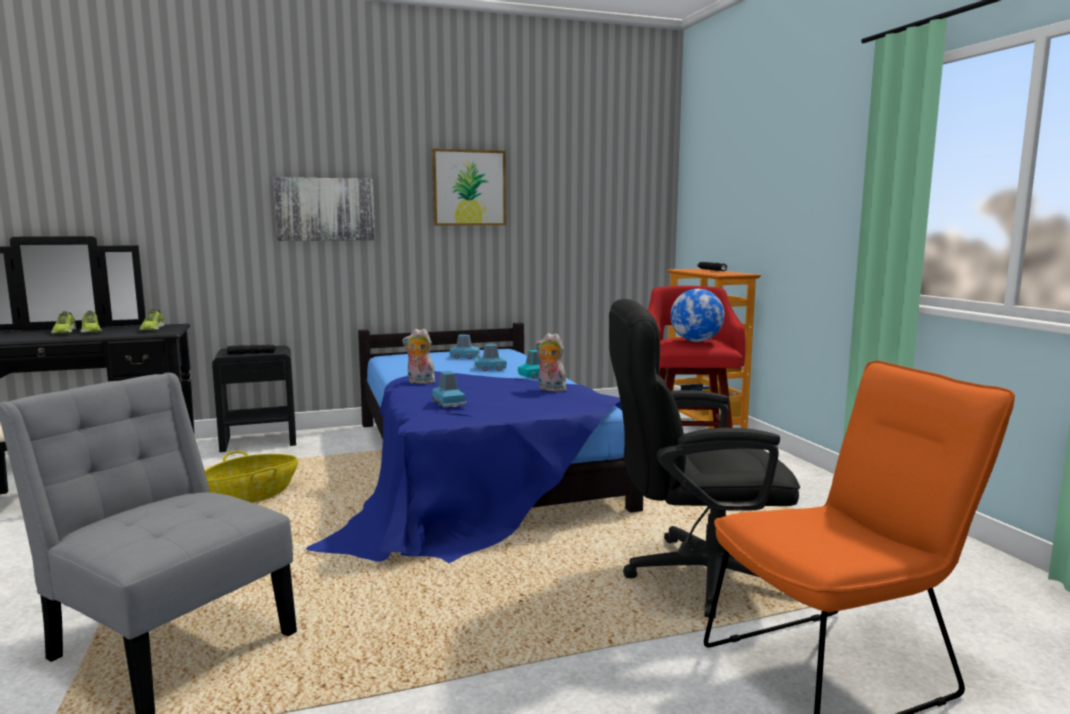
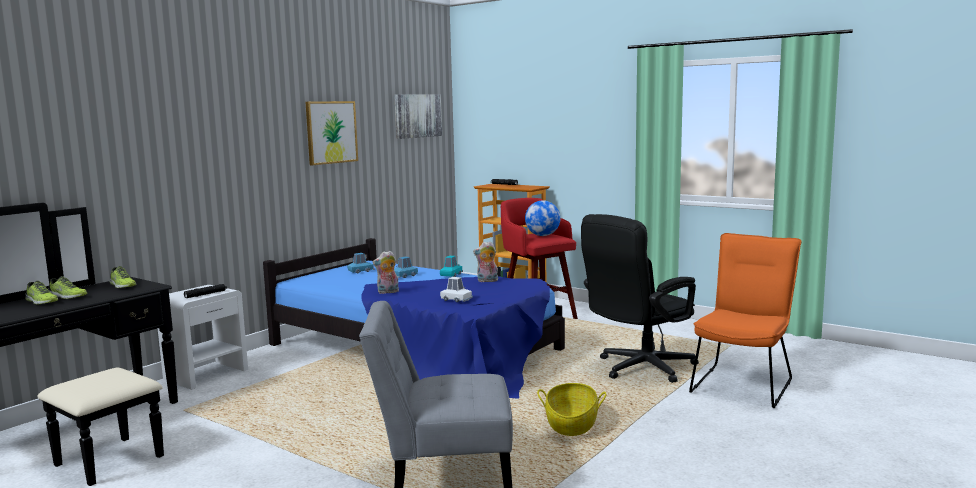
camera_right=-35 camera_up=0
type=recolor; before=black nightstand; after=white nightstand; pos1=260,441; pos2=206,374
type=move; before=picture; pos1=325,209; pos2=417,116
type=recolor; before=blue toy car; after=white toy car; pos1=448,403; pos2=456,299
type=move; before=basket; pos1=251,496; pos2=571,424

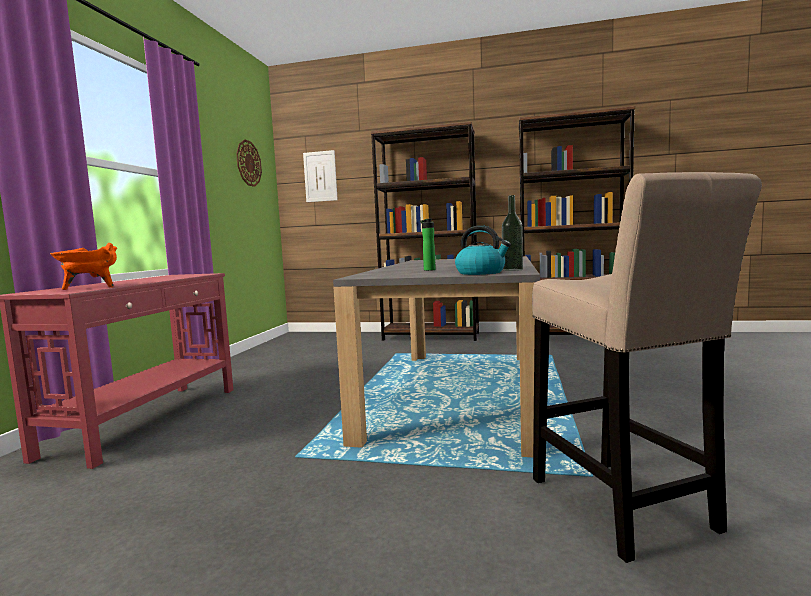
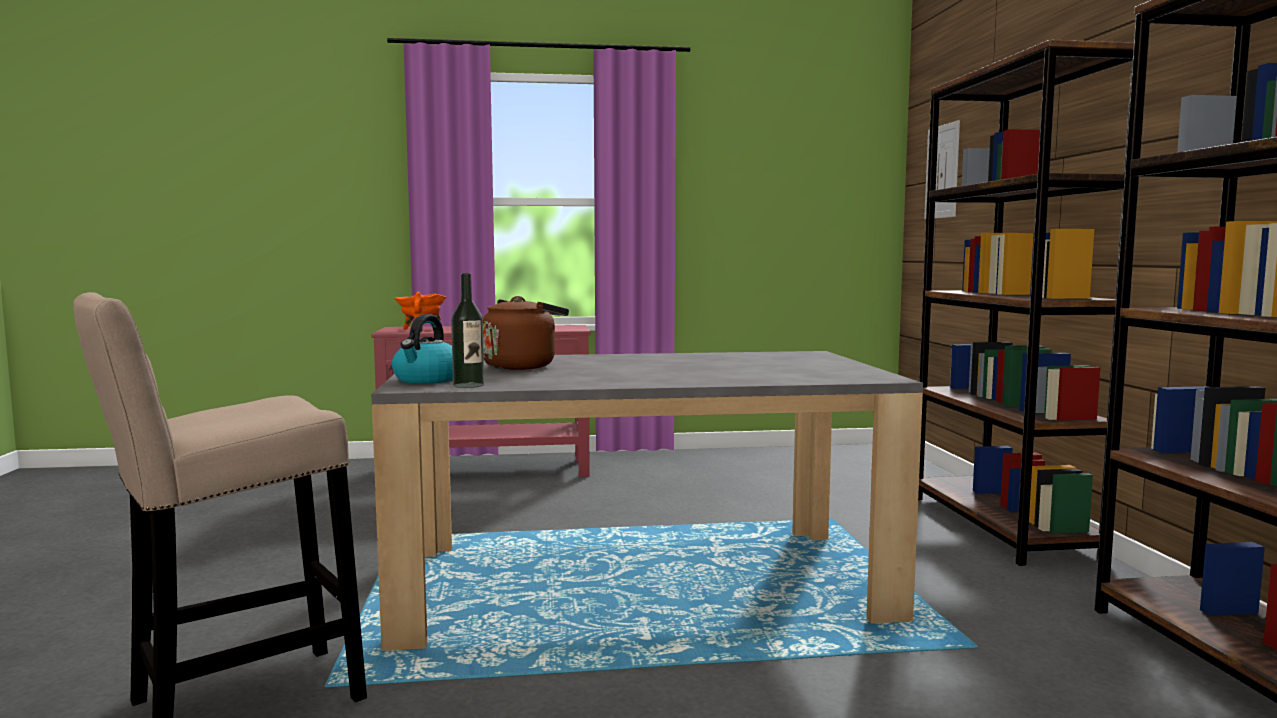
camera_right=70 camera_up=0
type=replace; before=bottle; after=brown kettle; pos1=428,270; pos2=522,366
type=delete; before=wall clock; pos1=248,163

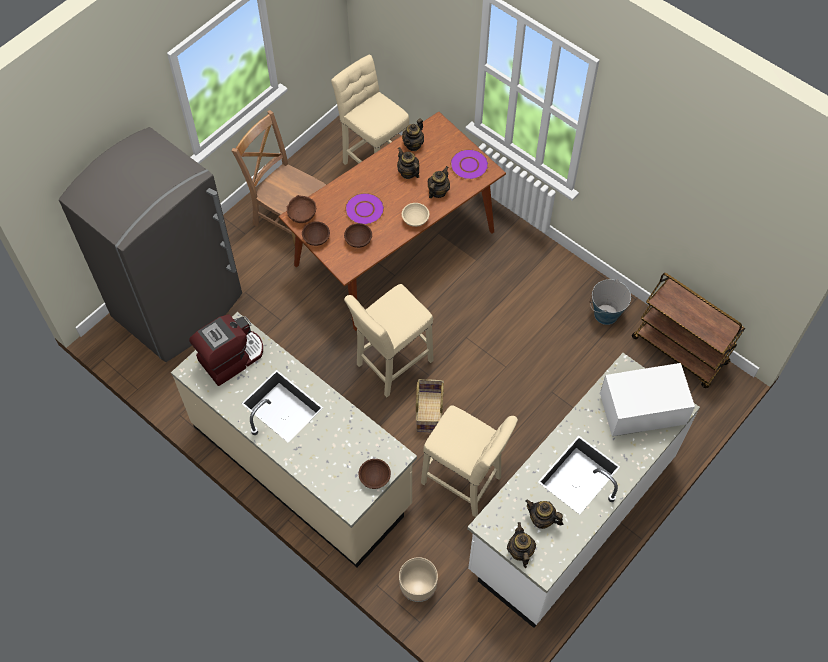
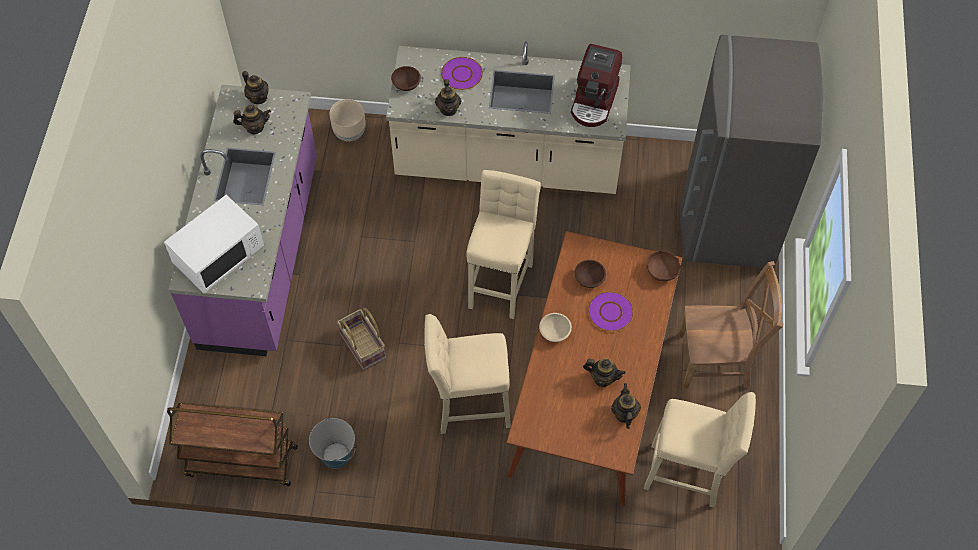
camera_right=145 camera_up=0
type=recolor; before=white counter; after=purple counter; pos1=571,513; pos2=262,253
type=move; before=basket; pos1=428,412; pos2=364,346
type=move; before=beige stool; pos1=464,483; pos2=469,407
type=move; before=teapot; pos1=438,192; pos2=448,109
type=move; before=purple plate; pos1=469,165; pos2=461,74
type=delete; before=brown bowl; pos1=316,238

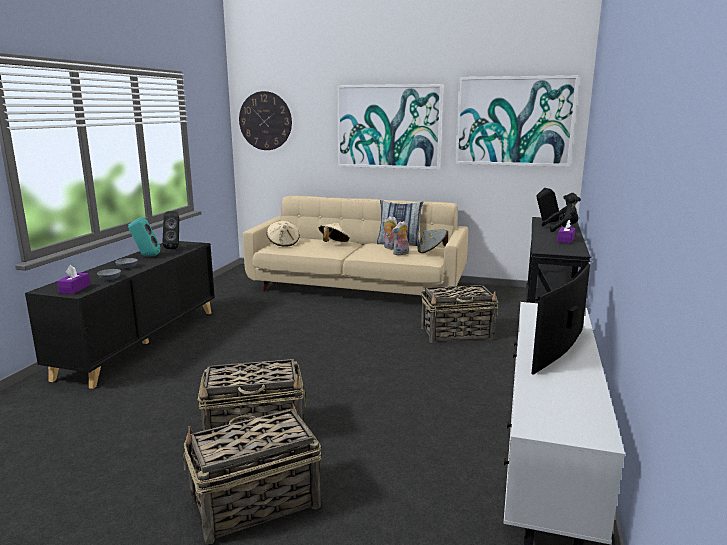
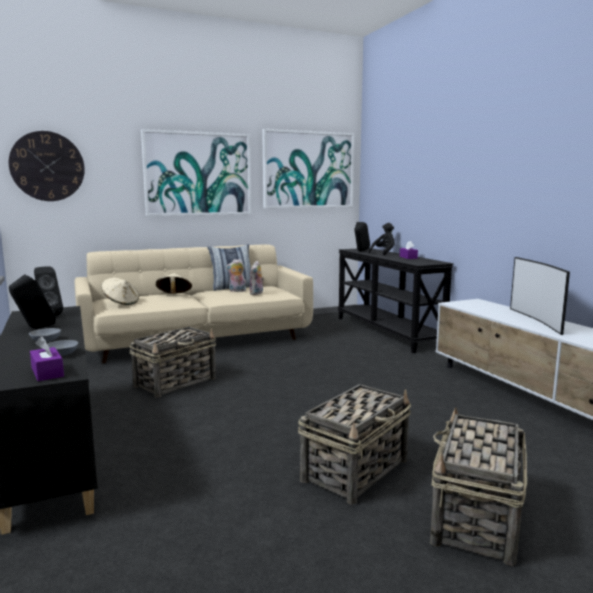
camera_right=-40 camera_up=-5
type=recolor; before=turquoise speaker; after=black speaker; pos1=146,256; pos2=34,328
type=move; before=basket; pos1=457,333; pos2=176,382
type=delete; before=grey hat; pos1=431,251

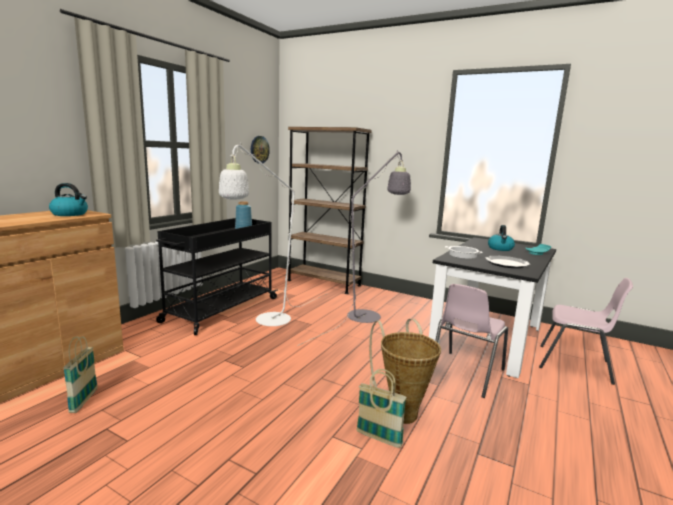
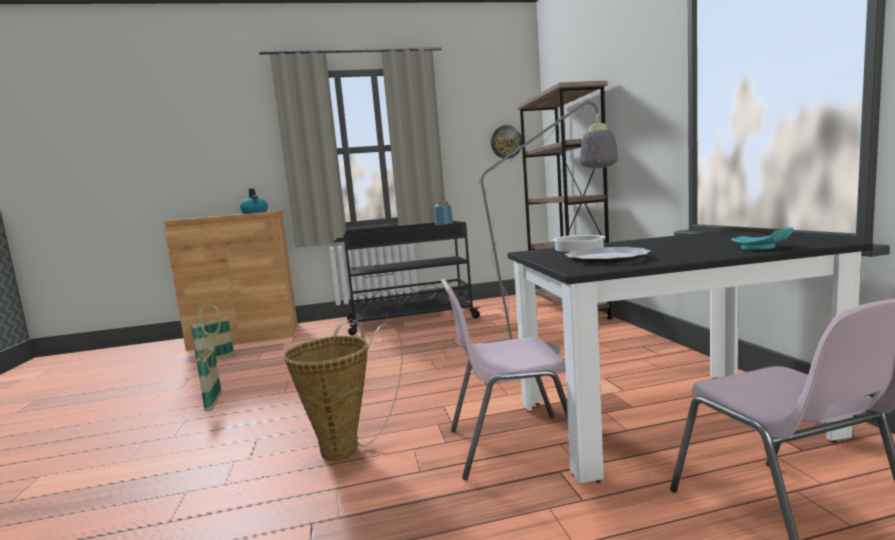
camera_right=50 camera_up=-5
type=move; before=basket; pos1=378,438; pos2=213,402
type=delete; before=white floor lamp; pos1=267,322
type=delete; before=kettle; pos1=500,248

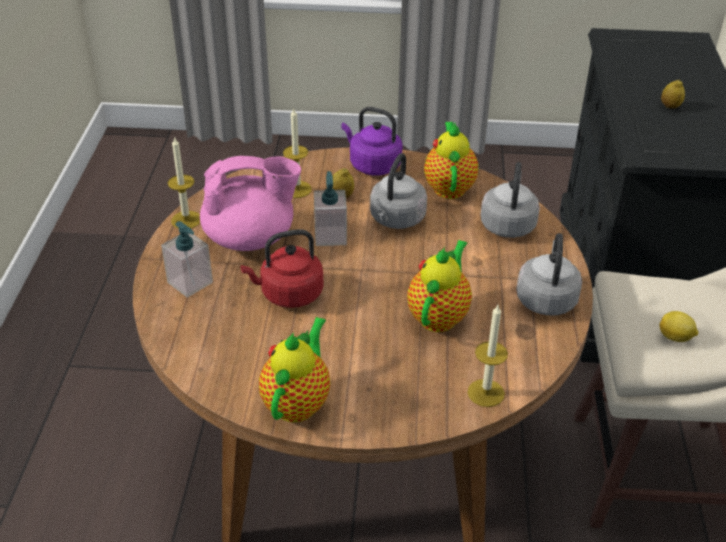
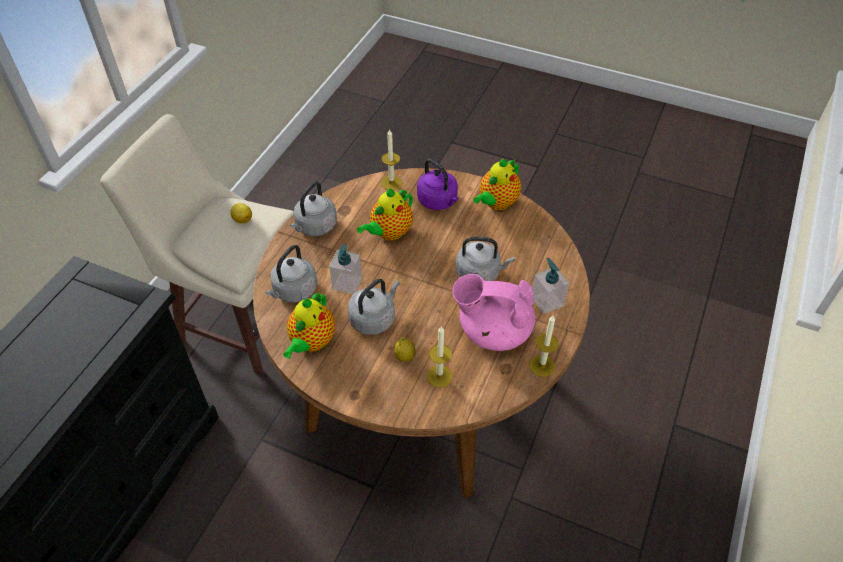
camera_right=-160 camera_up=10
type=move; before=soap dispenser; pos1=330,236; pos2=347,283
type=move; before=purple kettle; pos1=372,165; pos2=438,201
type=recolor; before=red kettle; after=grey kettle; pos1=288,294; pos2=480,273
type=delete; before=lemon; pos1=670,106

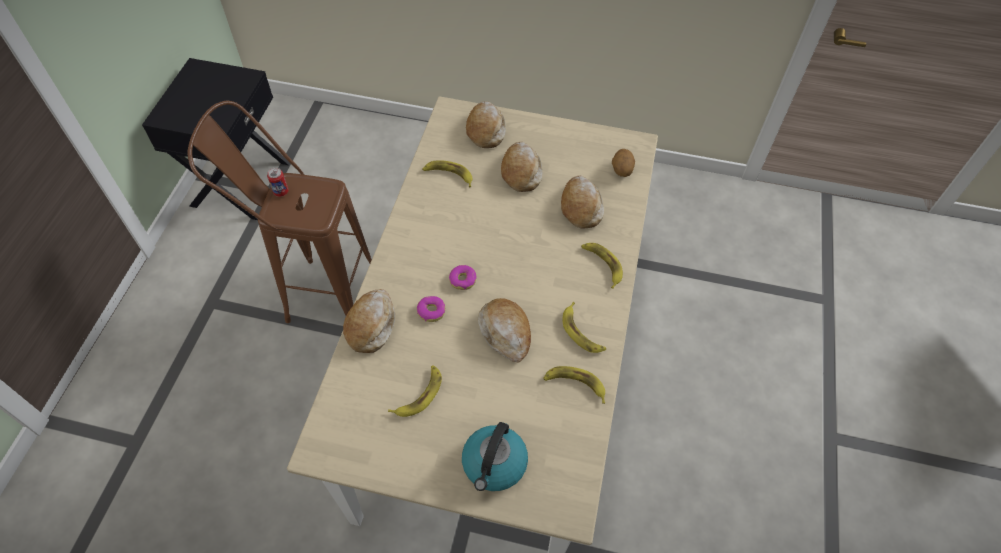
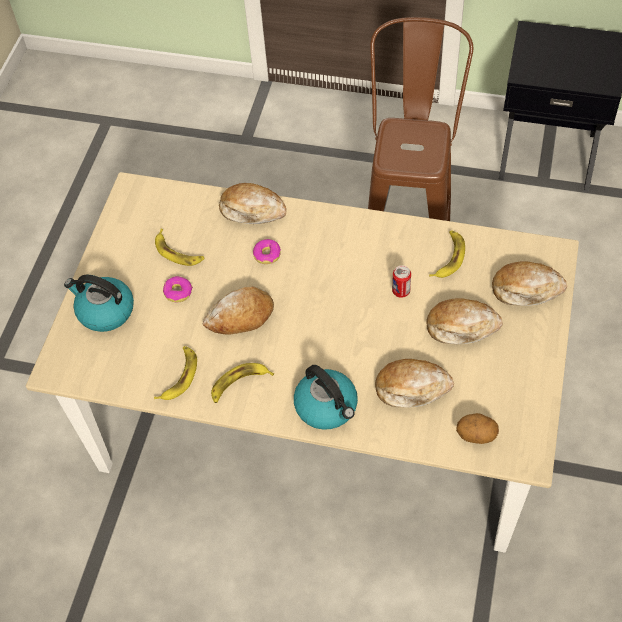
camera_right=95 camera_up=0
type=move; before=donut; pos1=463,280; pos2=178,292
type=replace; before=banana; after=kettle; pos1=602,265; pos2=327,407
type=move; before=can; pos1=281,192; pos2=401,291

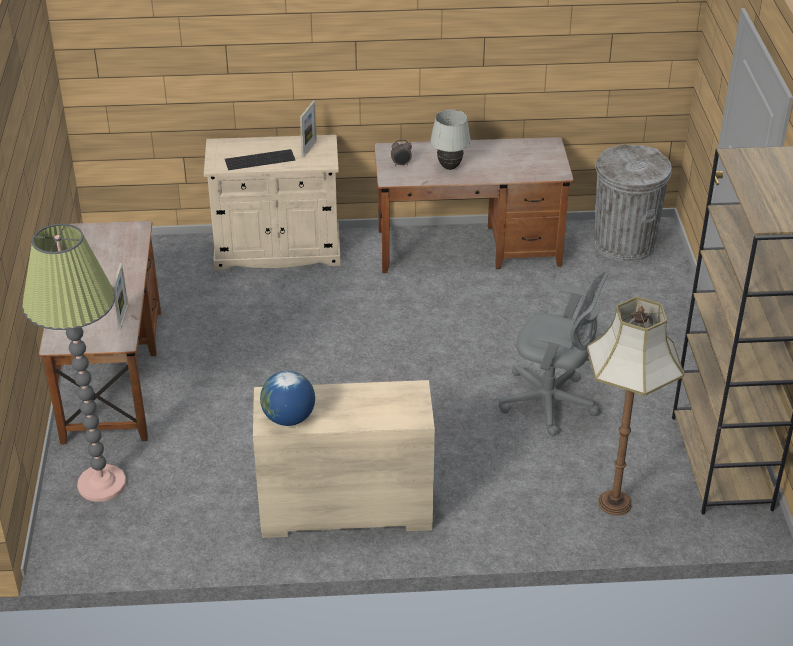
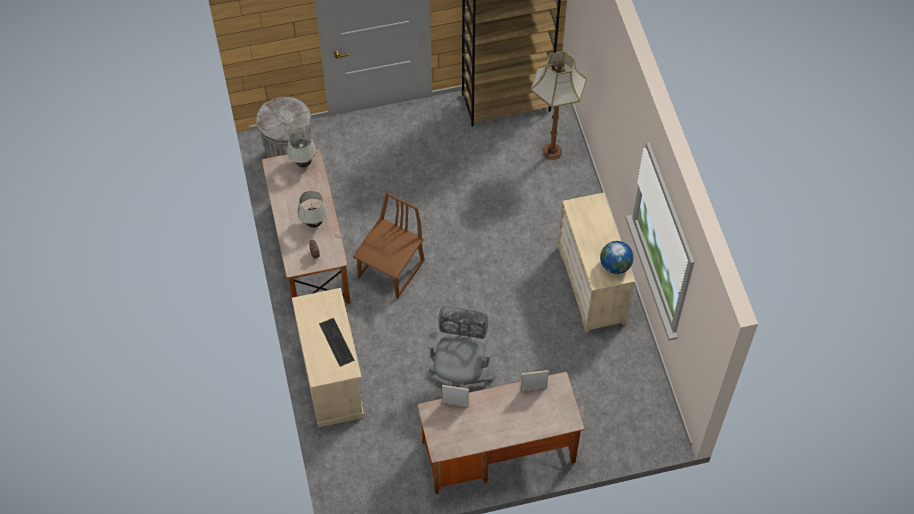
camera_right=-100 camera_up=20
type=insert; after=white table lamp; pos2=303,164
type=insert; after=brown chair; pos2=391,269
type=move; before=grey office chair; pos1=552,403; pos2=459,383
type=move; before=picture frame; pos1=309,148; pos2=455,403
type=delete; before=floor lamp; pos1=102,484

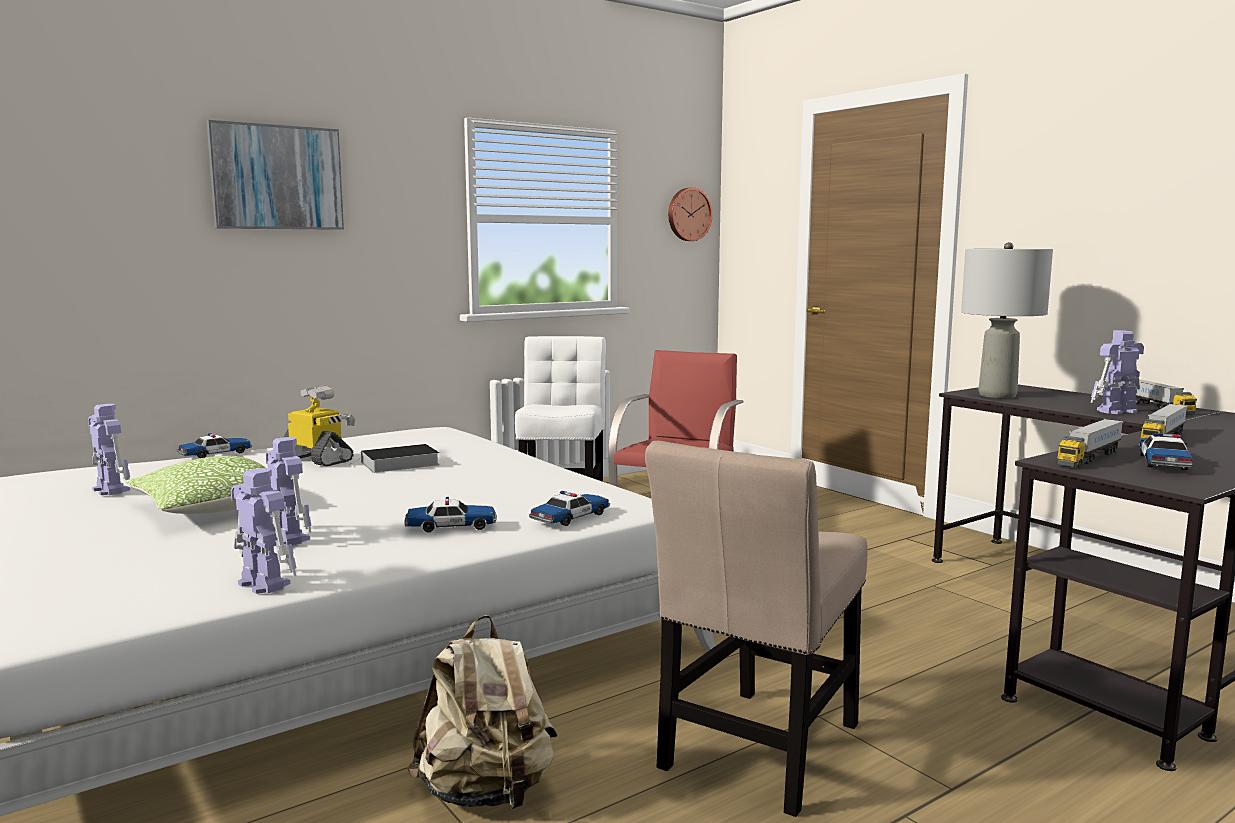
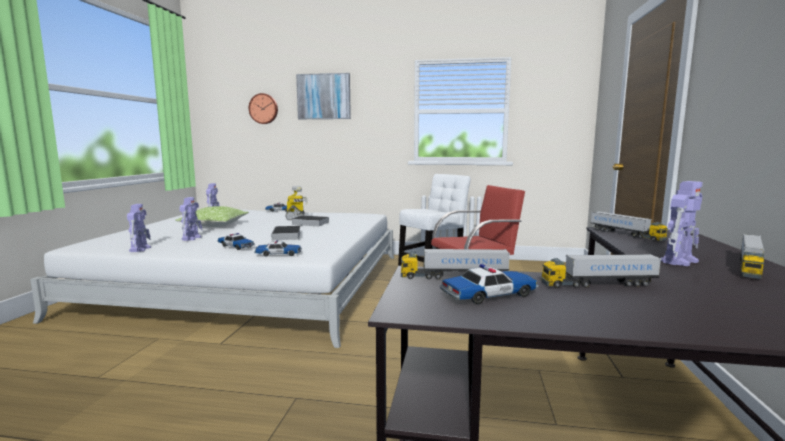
camera_right=45 camera_up=0
type=move; before=wall clock; pos1=688,214; pos2=264,108
type=insert; after=book; pos2=287,236
type=replace; before=grey table lamp; after=toy truck; pos1=996,395; pos2=625,234
type=rotate; before=toy robot; pos1=1115,411; pos2=679,261; turn=120
type=delete; before=beige backpack; pos1=486,793
type=delete; before=beige chair; pos1=758,752

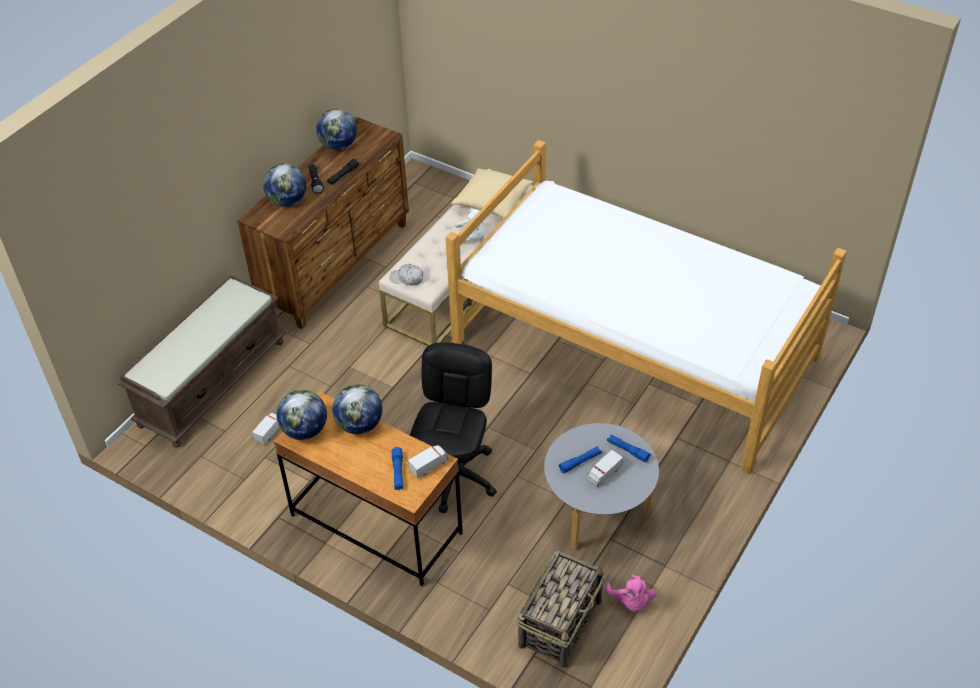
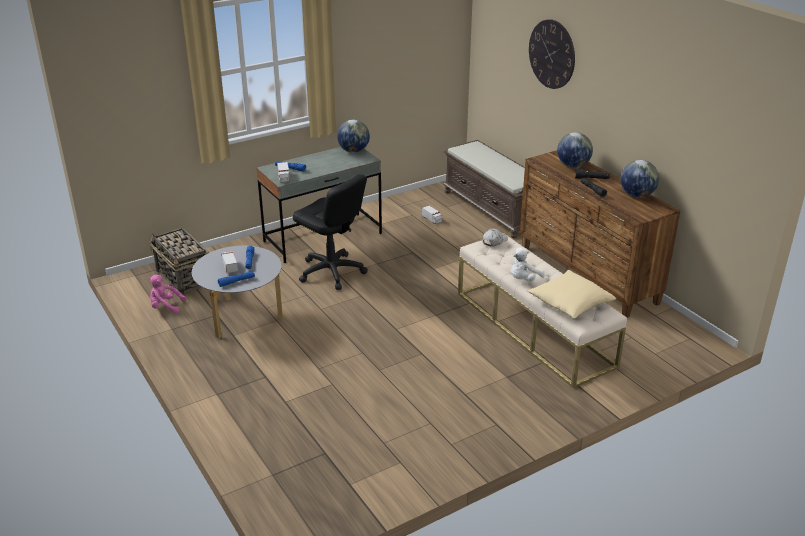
camera_right=115 camera_up=-15
type=recolor; before=brown desk; after=grey desk; pos1=376,524; pos2=323,237
type=insert; after=wall clock; pos2=552,54
type=delete; before=globe; pos1=359,425
type=delete; before=bed; pos1=634,350

